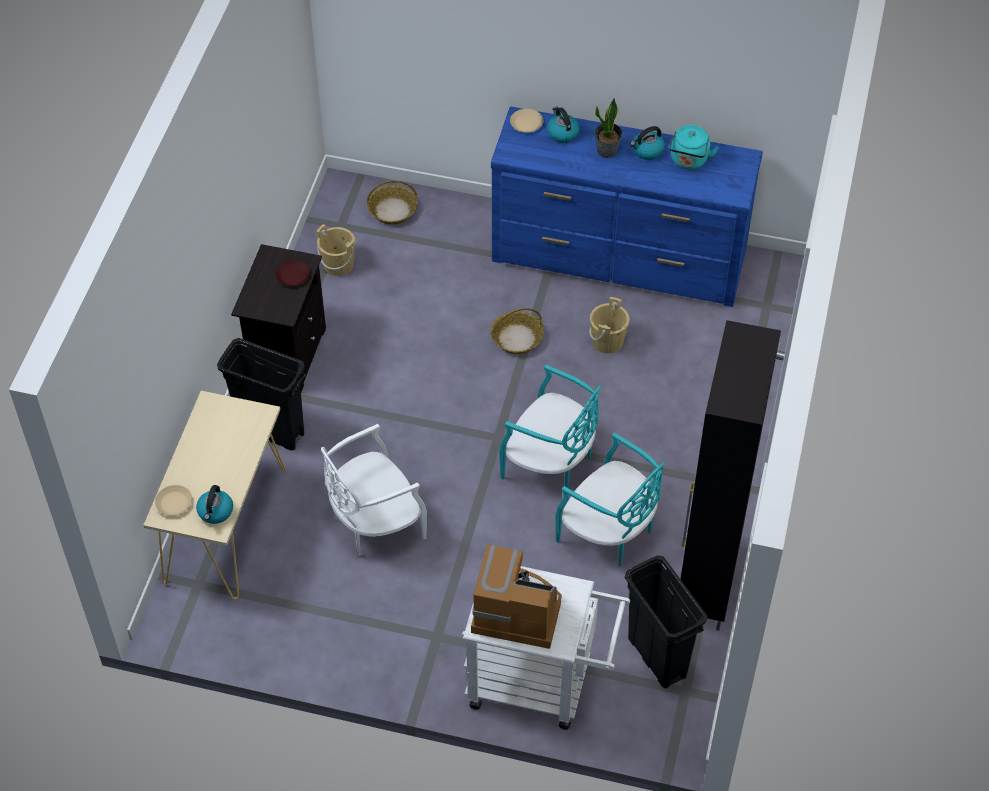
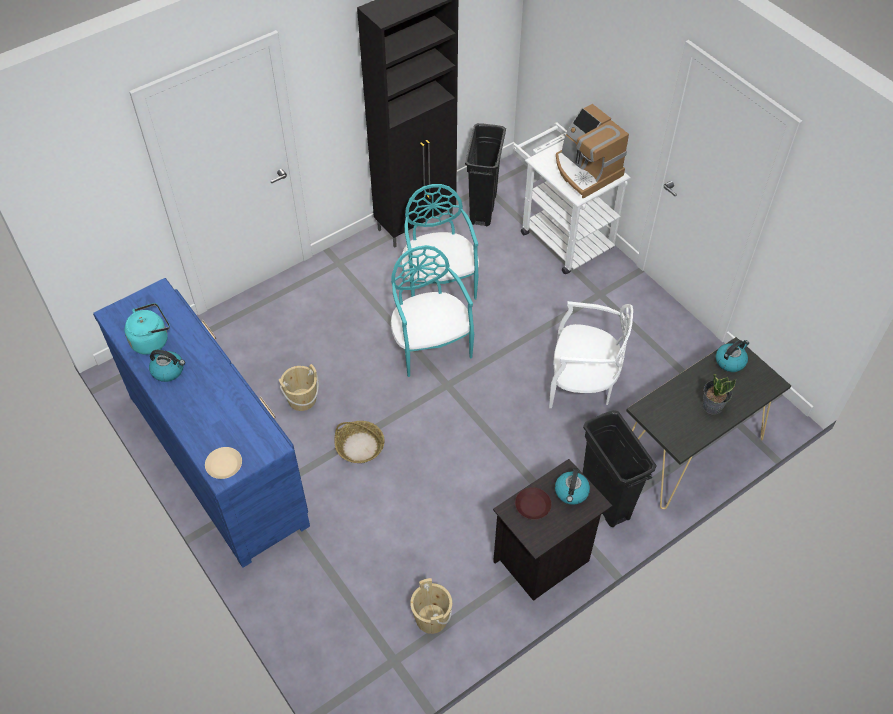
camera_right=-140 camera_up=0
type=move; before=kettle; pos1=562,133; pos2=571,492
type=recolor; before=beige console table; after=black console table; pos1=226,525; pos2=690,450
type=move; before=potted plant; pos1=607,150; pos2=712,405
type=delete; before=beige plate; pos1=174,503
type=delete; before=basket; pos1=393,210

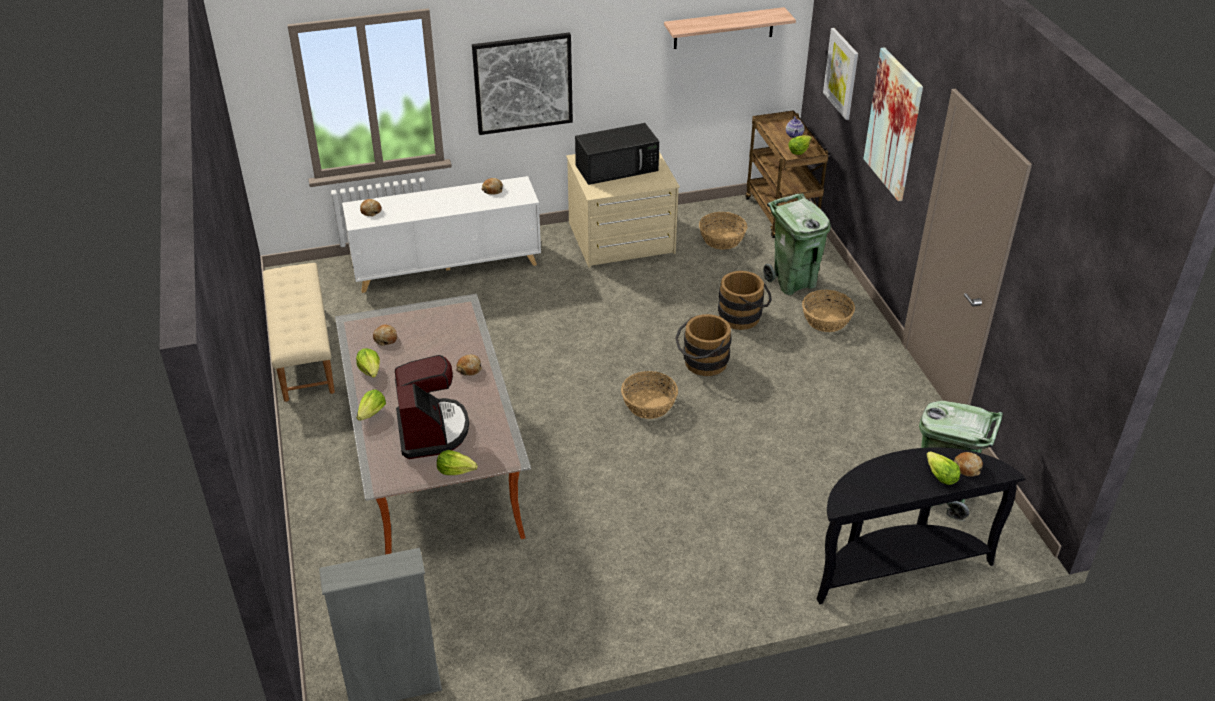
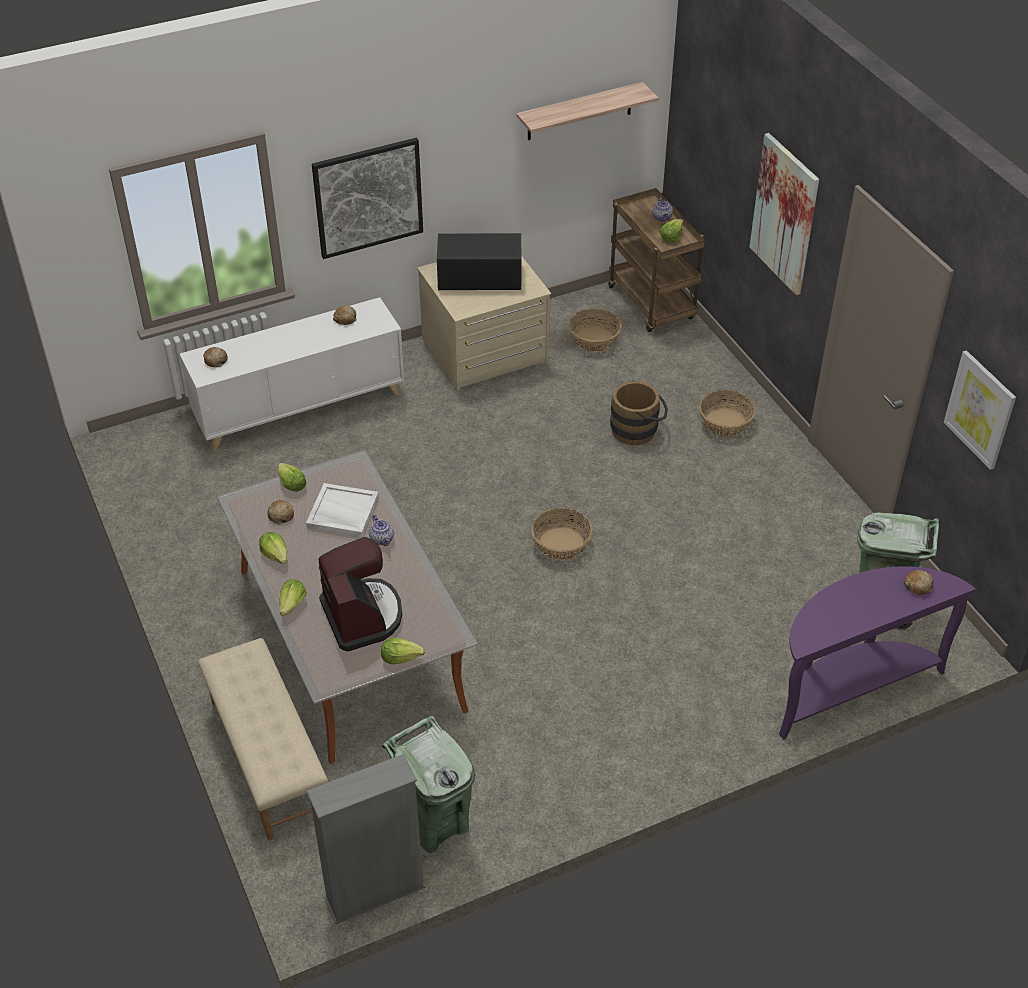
camera_right=-10 camera_up=5
type=move; before=beige bench; pos1=302,351; pos2=267,758
type=move; before=lettuce; pos1=940,476; pos2=291,484
type=insert; after=white tray; pos2=342,513
type=replace; before=bread; after=teapot; pos1=469,369; pos2=382,539
type=move; before=green trash can; pos1=793,282; pos2=436,825
type=rotate; before=black microwave; pos1=618,167; pos2=478,277; turn=-150
type=recolor; before=black console table; after=purple console table; pos1=896,565; pos2=849,687
type=move; before=picture; pos1=841,73; pos2=980,409
type=delete; before=brown bucket; pos1=702,364

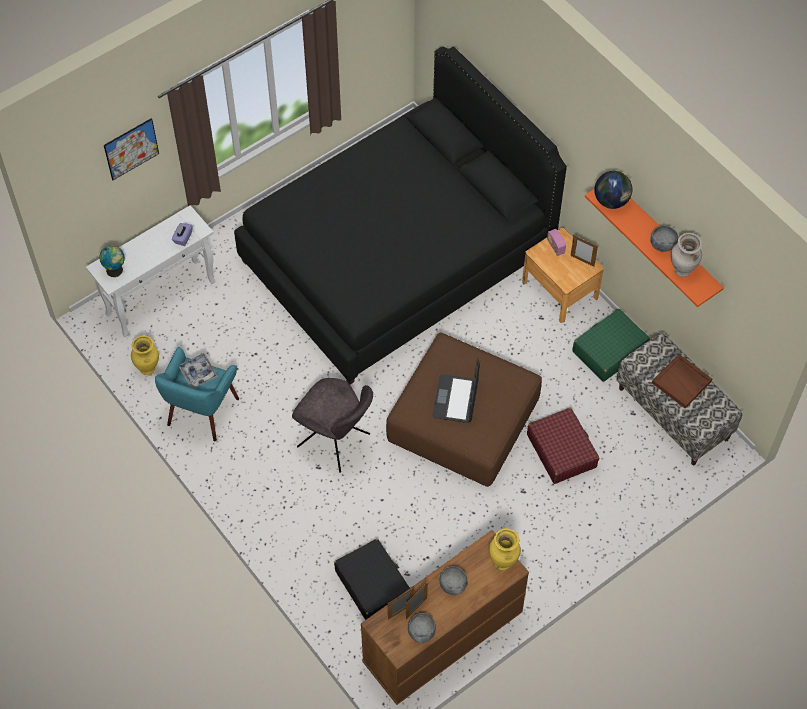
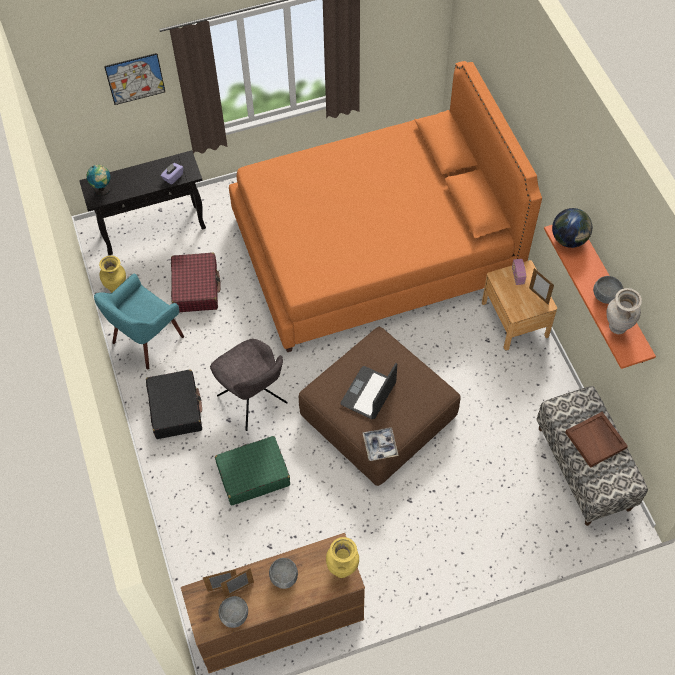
camera_right=20 camera_up=0
type=recolor; before=white console table; after=black console table; pos1=161,297; pos2=154,229
type=move; before=black suitcase; pos1=372,584; pos2=175,409
type=move; before=red suitcase; pos1=561,450; pos2=196,288
type=move; before=green suitcase; pos1=609,351; pos2=253,475
type=recolor; before=black bed; after=orange bed; pos1=396,256; pos2=374,249
type=move; before=tray; pos1=198,373; pos2=380,446

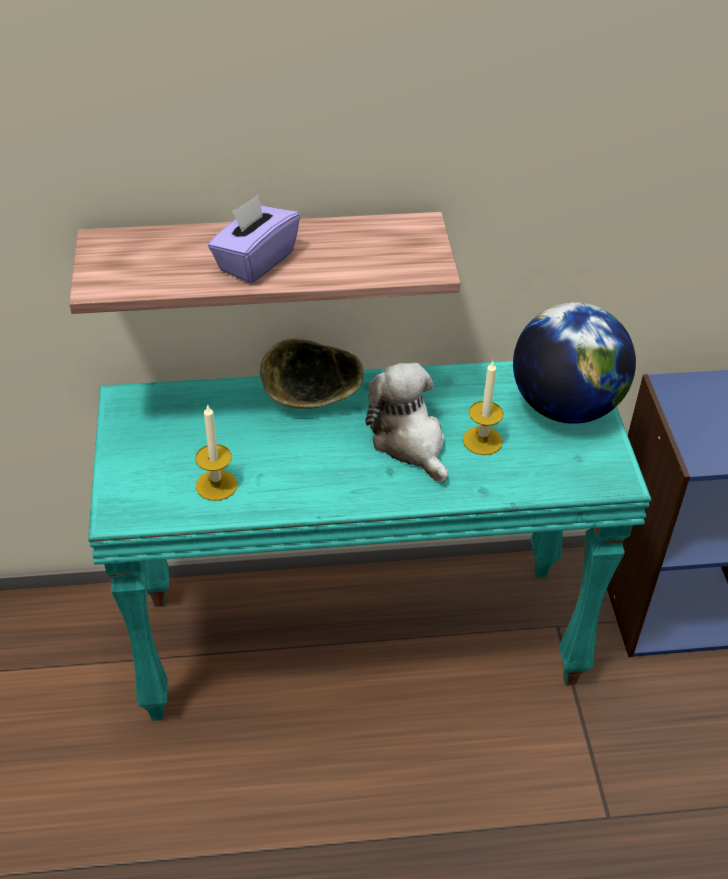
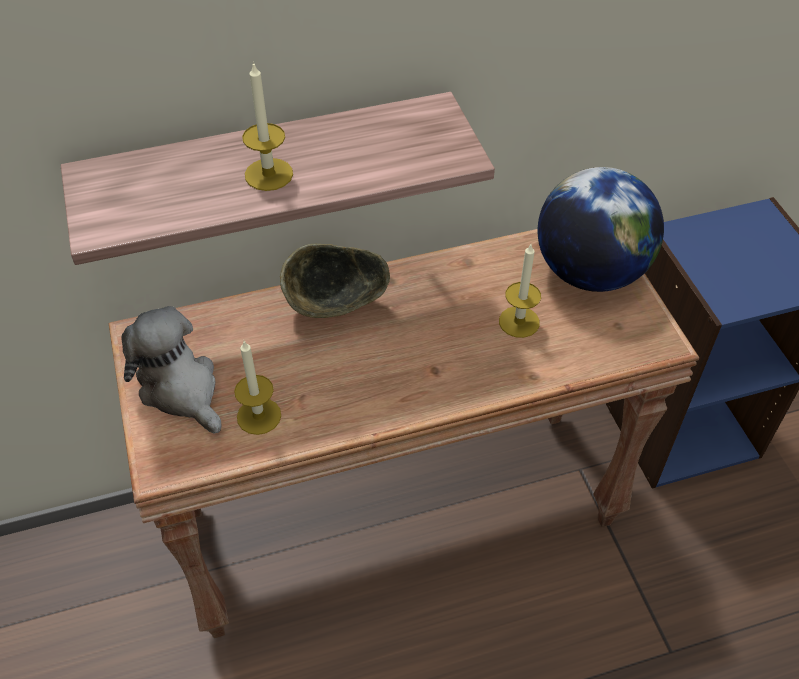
camera_right=-10 camera_up=5
type=recolor; before=turquoise console table; after=brown console table; pos1=360,638; pos2=400,514
type=move; before=plush toy; pos1=409,442; pos2=181,389
type=replace; before=purple tissue box; after=candle; pos1=255,261; pos2=269,174

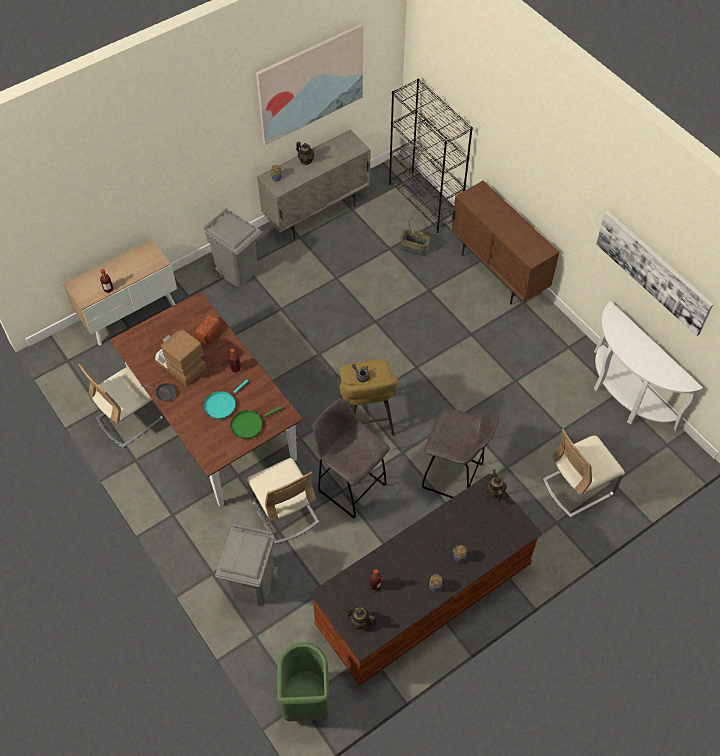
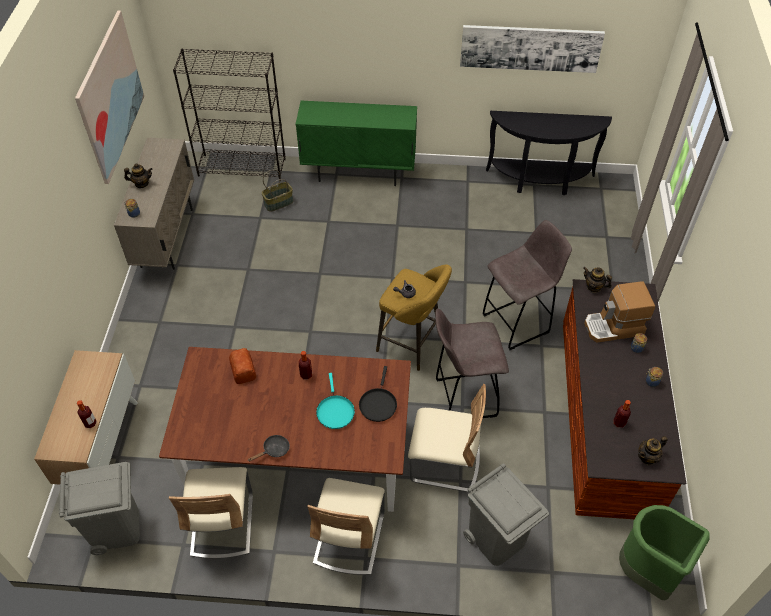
camera_right=-50 camera_up=-5
type=move; before=grey trash can; pos1=238,271; pos2=117,528
type=recolor; before=brown cabinet; after=green cabinet; pos1=498,273; pos2=359,173
type=move; before=beige chair; pos1=578,487; pos2=349,538
type=recolor; before=green frying pan; after=black frying pan; pos1=249,424; pos2=378,404
type=recolor; before=white console table; after=black console table; pos1=625,396; pos2=540,182
type=move; before=coffee machine; pos1=179,365; pos2=614,327

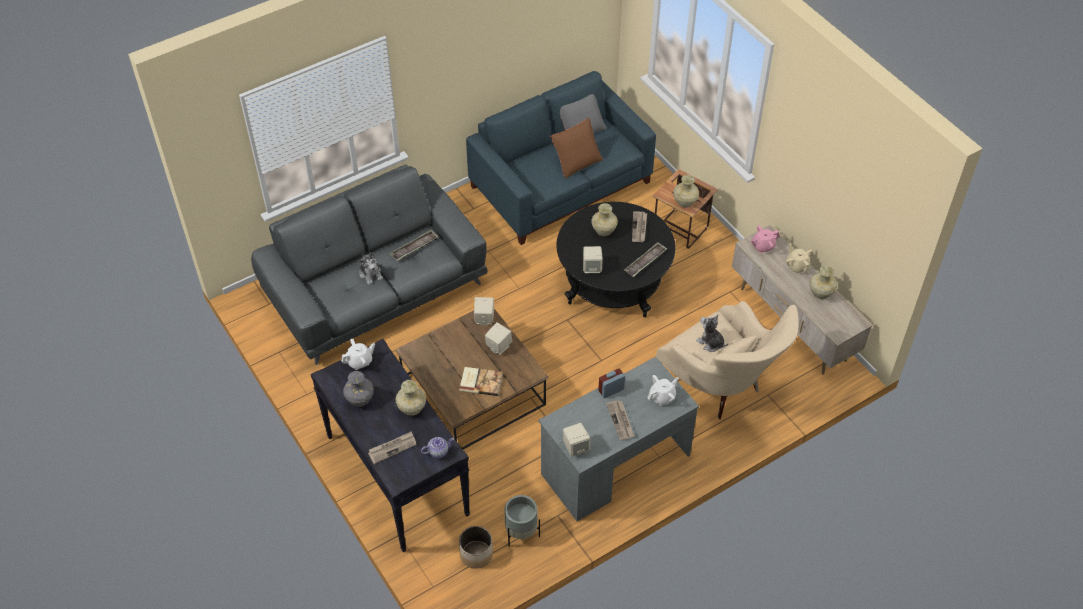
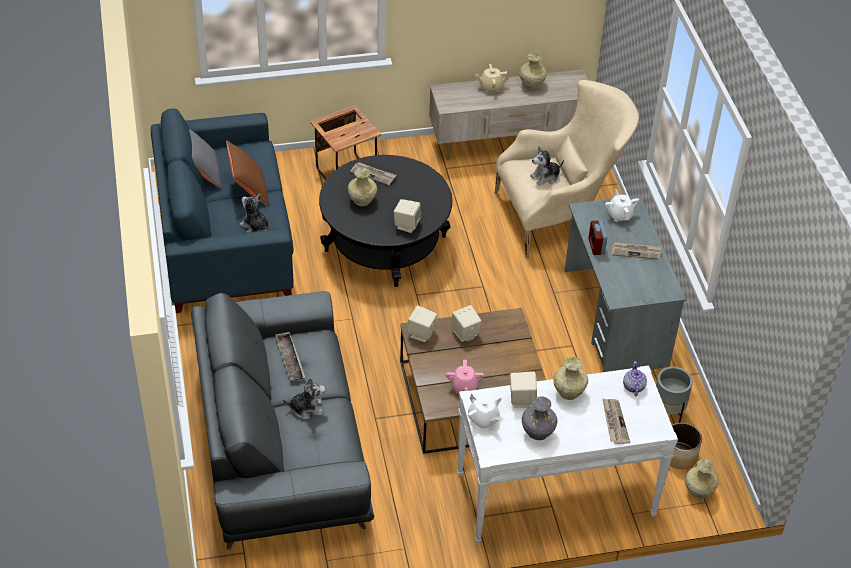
camera_right=-70 camera_up=-5
type=insert; after=plush toy; pos2=255,227
type=move; before=pink teapot; pos1=763,246; pos2=464,387
type=recolor; before=black console table; after=white console table; pos1=396,475; pos2=554,495
type=rotate; before=white teapot; pos1=360,361; pos2=483,419; turn=150
type=move; before=beige speaker; pos1=576,447; pos2=521,399
type=move; before=beige vase; pos1=684,202; pos2=698,492
type=delete; before=book; pos1=481,381
type=delete; before=tray; pos1=645,262

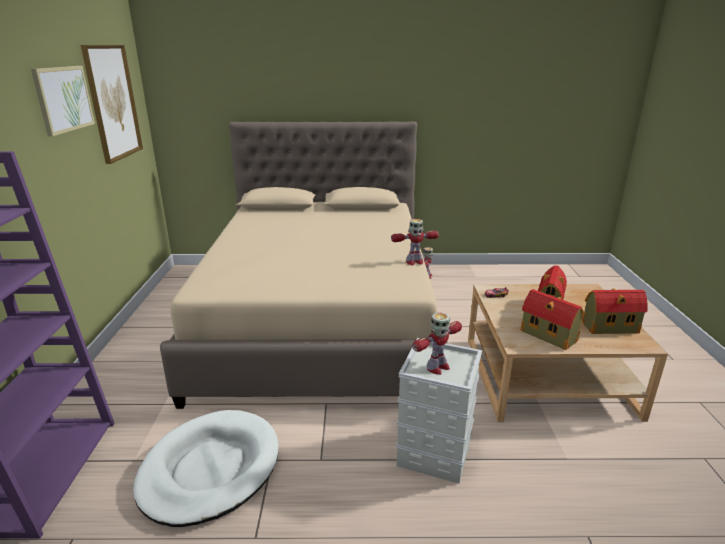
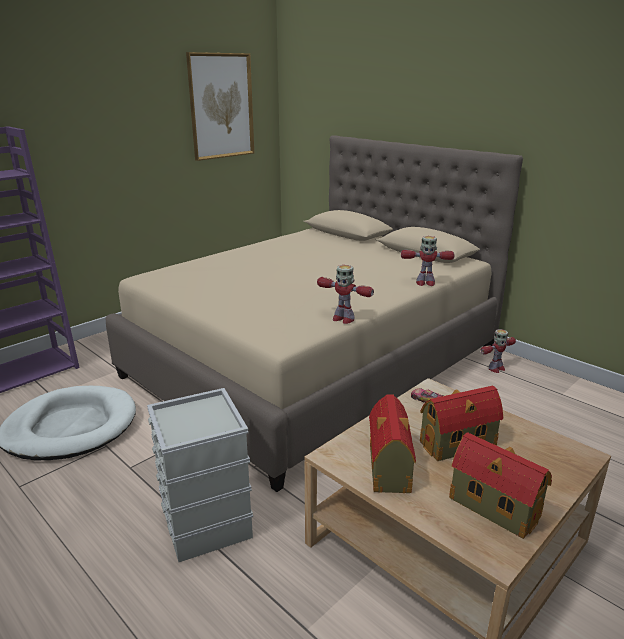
camera_right=45 camera_up=0
type=move; before=toy robot; pos1=437,367; pos2=425,283
type=delete; before=picture; pos1=63,99

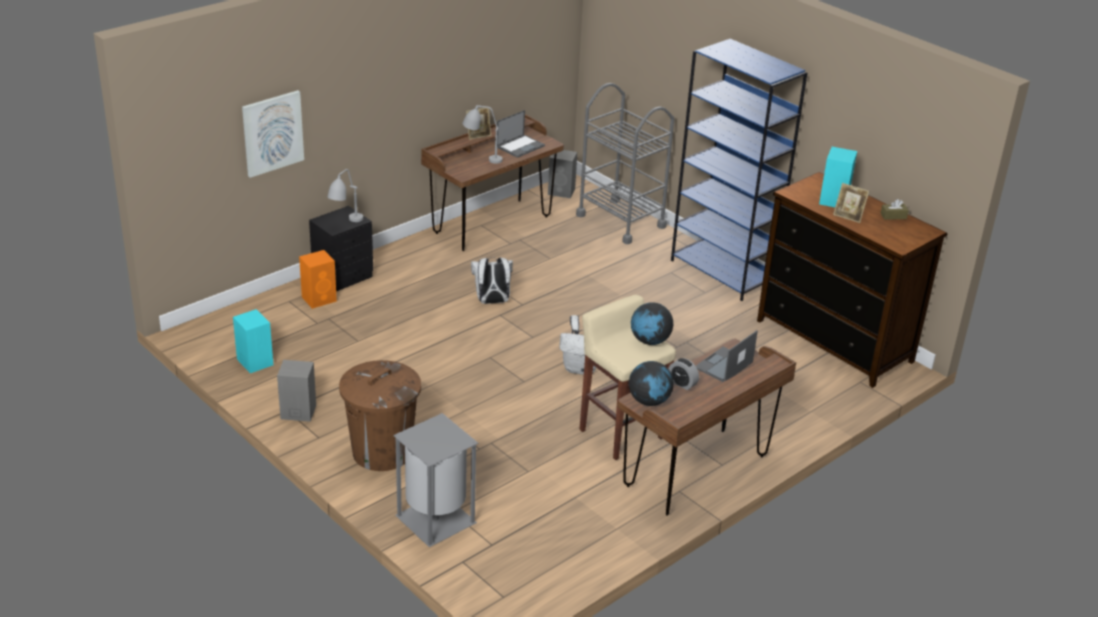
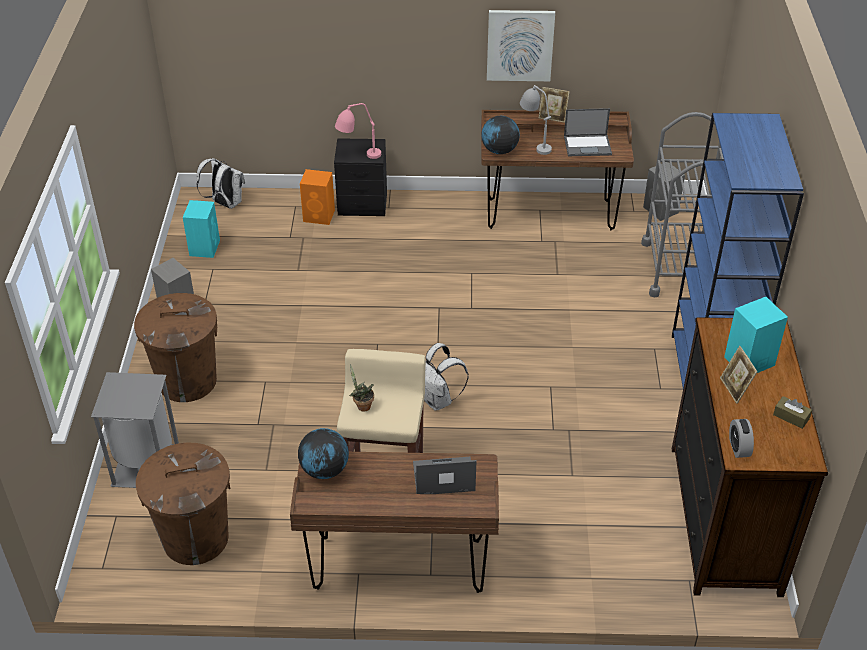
camera_right=45 camera_up=10
type=insert; after=brown trash can; pos2=195,538
type=move; before=white backpack; pos1=492,302; pos2=225,203
type=recolor; before=grey table lamp; after=pink table lamp; pos1=345,225; pos2=358,157
type=insert; after=potted plant; pos2=362,406
type=move; before=globe; pos1=650,341; pos2=499,150
type=move; before=picture; pos1=272,133; pos2=520,45
type=move; before=alarm clock; pos1=682,383; pos2=738,448

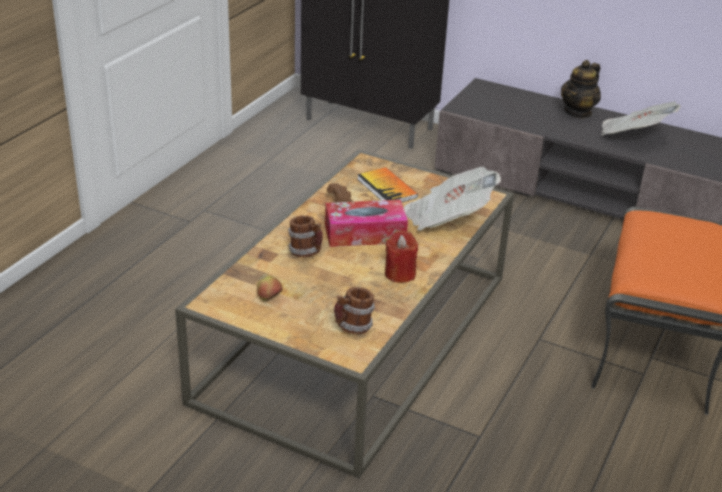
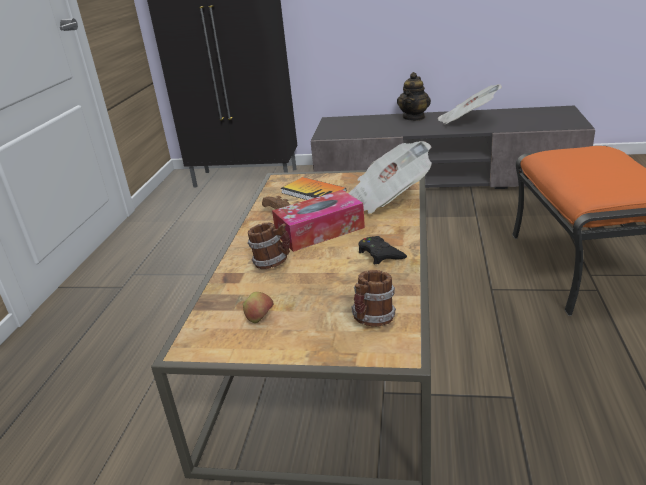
camera_right=-15 camera_up=-5
type=replace; before=red candle; after=black game controller; pos1=400,274; pos2=380,254

